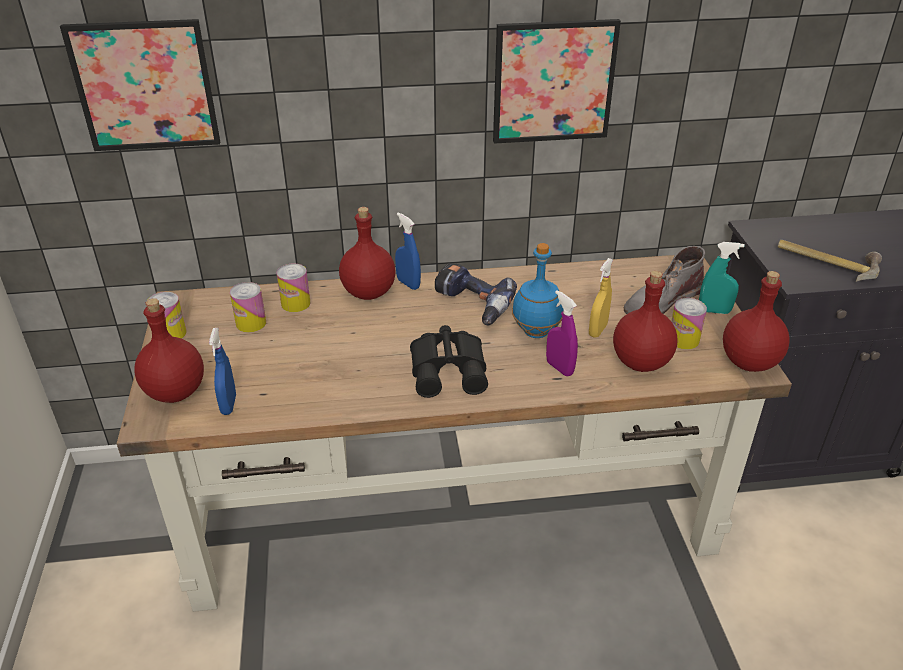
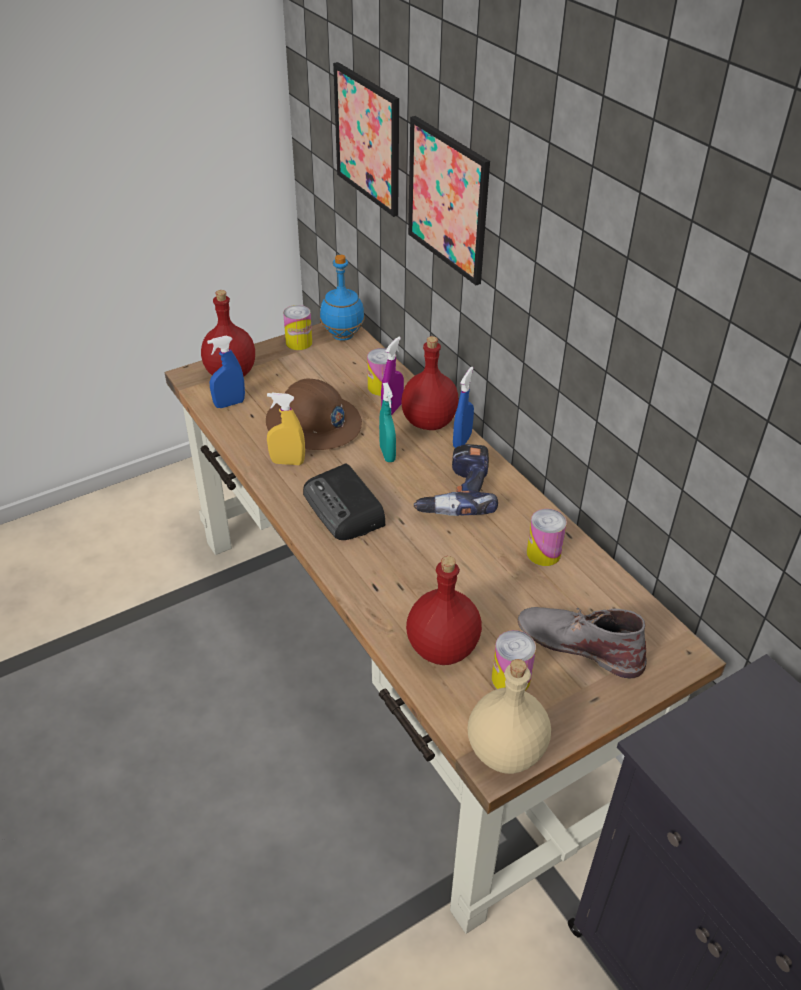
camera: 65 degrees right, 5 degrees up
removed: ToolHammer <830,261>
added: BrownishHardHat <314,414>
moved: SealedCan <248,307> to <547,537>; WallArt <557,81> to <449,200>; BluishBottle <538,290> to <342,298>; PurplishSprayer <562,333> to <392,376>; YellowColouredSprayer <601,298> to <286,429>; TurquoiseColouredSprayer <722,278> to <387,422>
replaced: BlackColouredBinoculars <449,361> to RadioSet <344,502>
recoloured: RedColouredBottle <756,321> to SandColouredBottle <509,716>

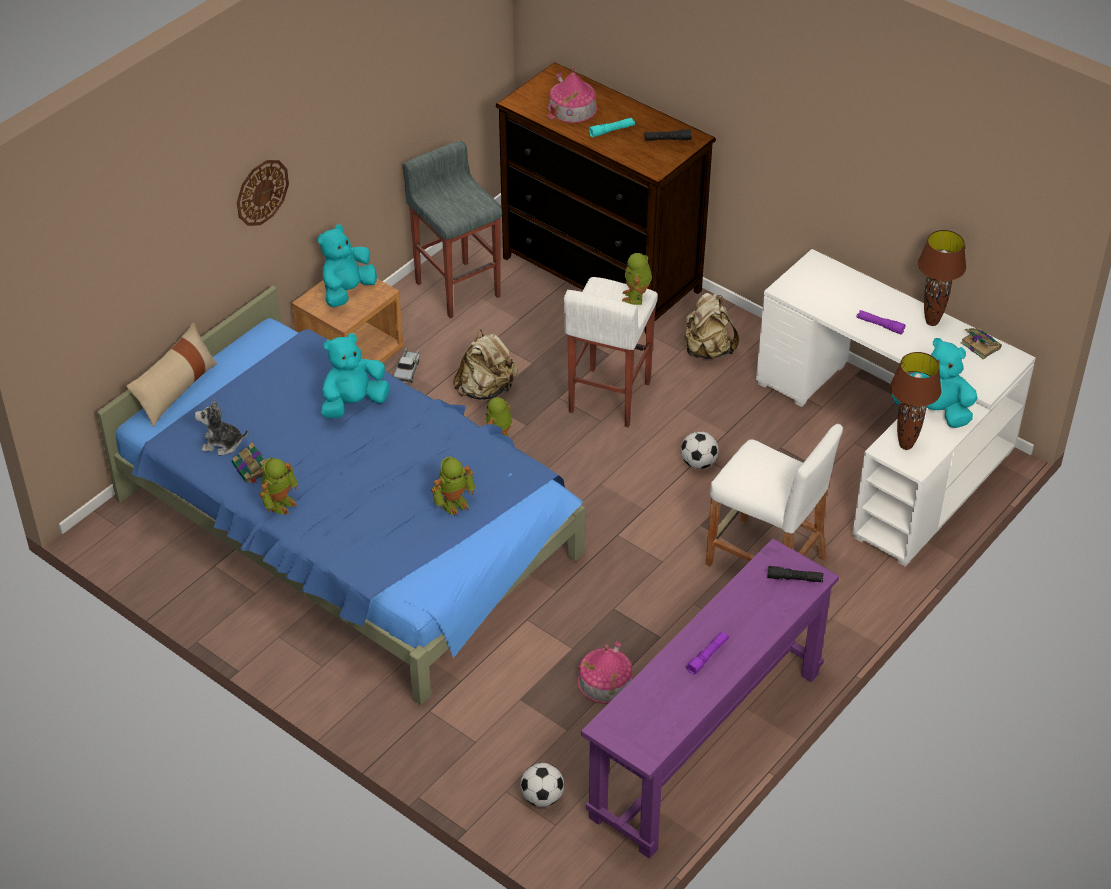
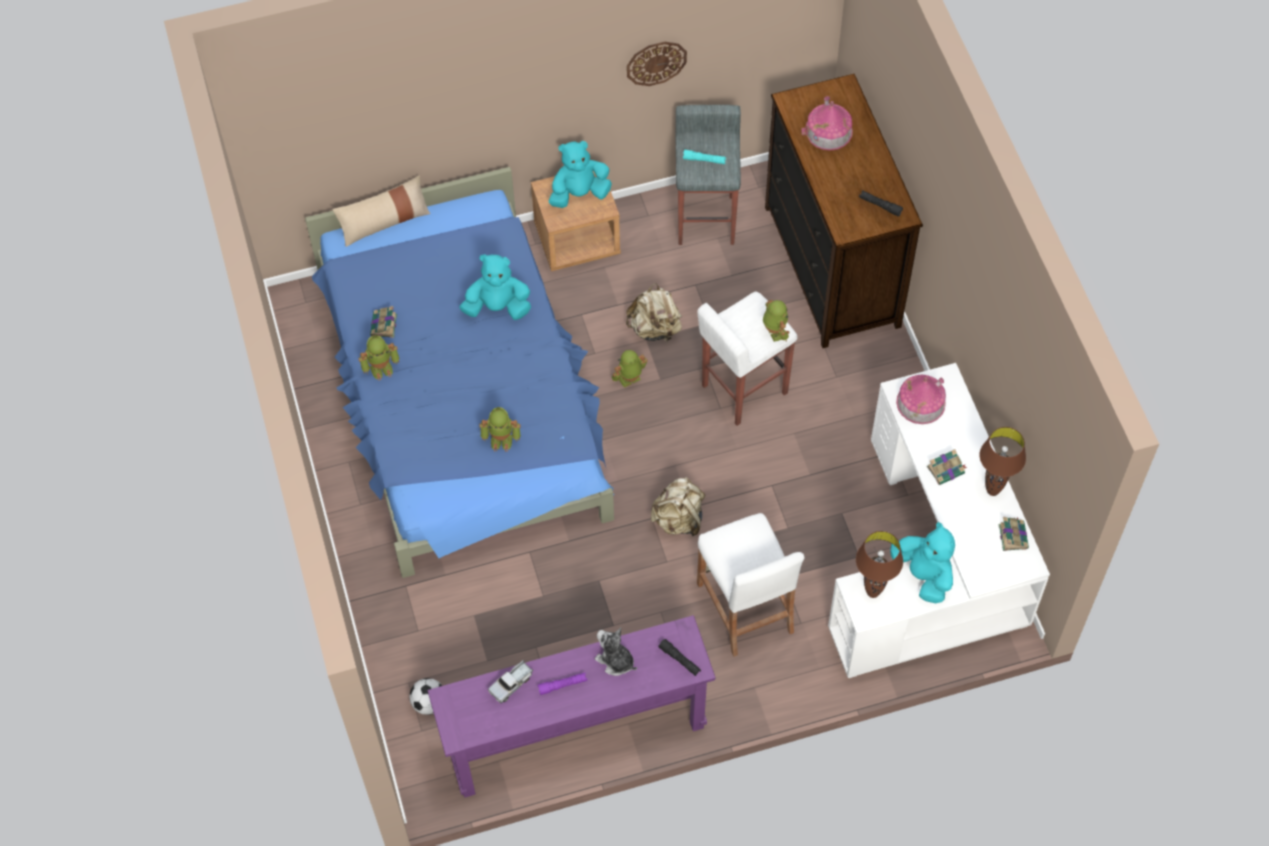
camera: 35 degrees right, 15 degrees up
removed: FootballBall <699,450>
moved: PlushToy <221,426> to <616,651>; WallClock <263,193> to <657,64>; ToyTruck <407,365> to <510,681>; MiniatureHouse <605,672> to <921,399>; TurquoiseColouredHandTorch <612,127> to <704,157>; SandColouredRucksack <711,326> to <678,506>
replaced: PurplishHandTorch <881,322> to Book <947,467>
turned: ToyRobot <637,279> = <776,321> 120 degrees clockwise

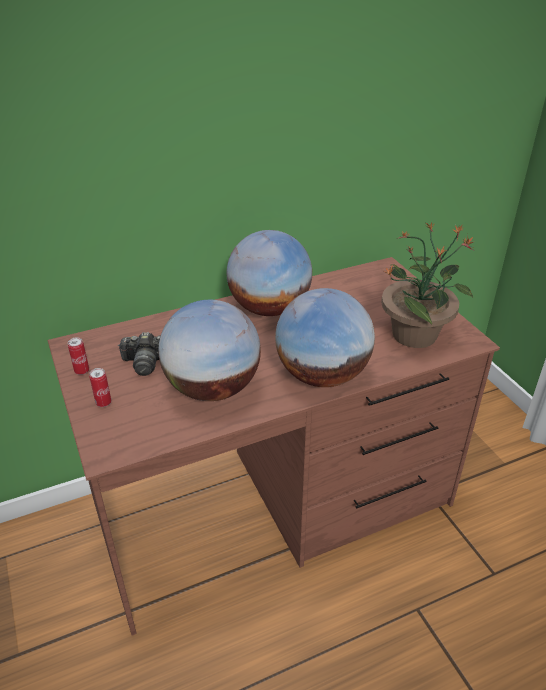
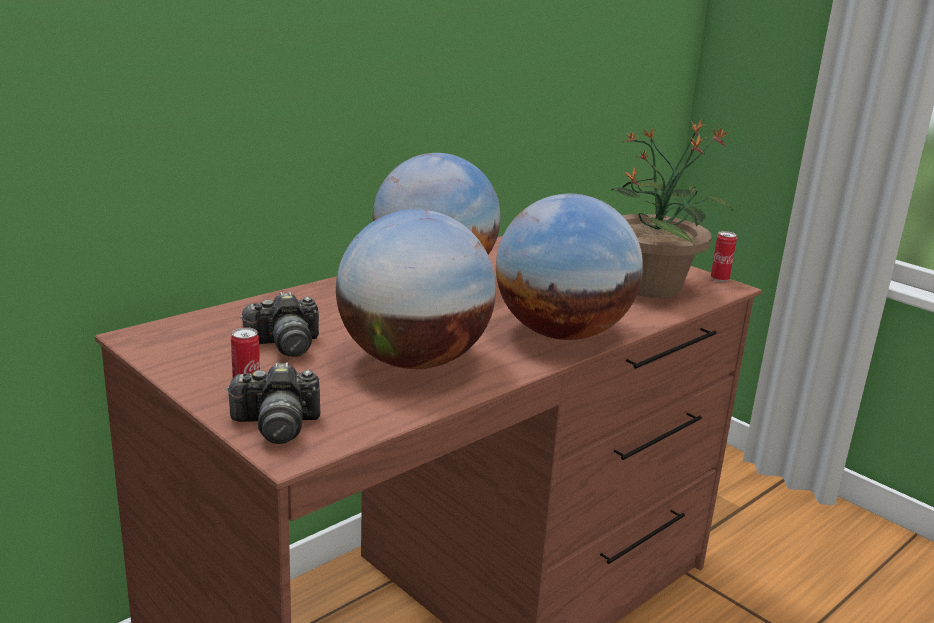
camera: 20 degrees left, 15 degrees down
added: StillCamera <273,403>
moved: SealedCan <78,356> to <724,256>

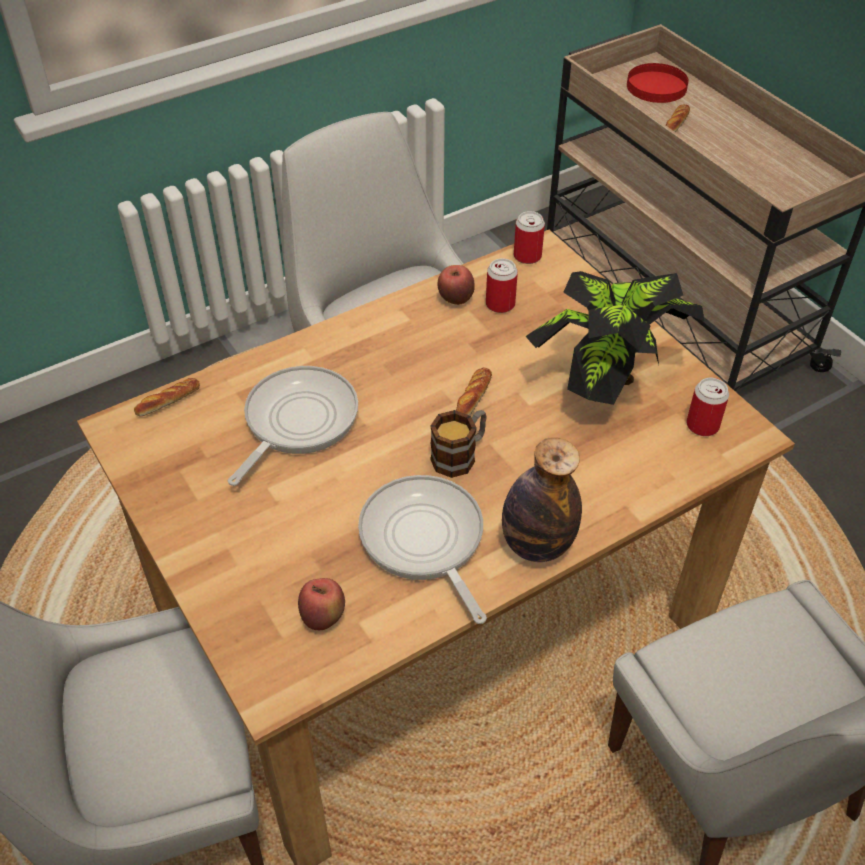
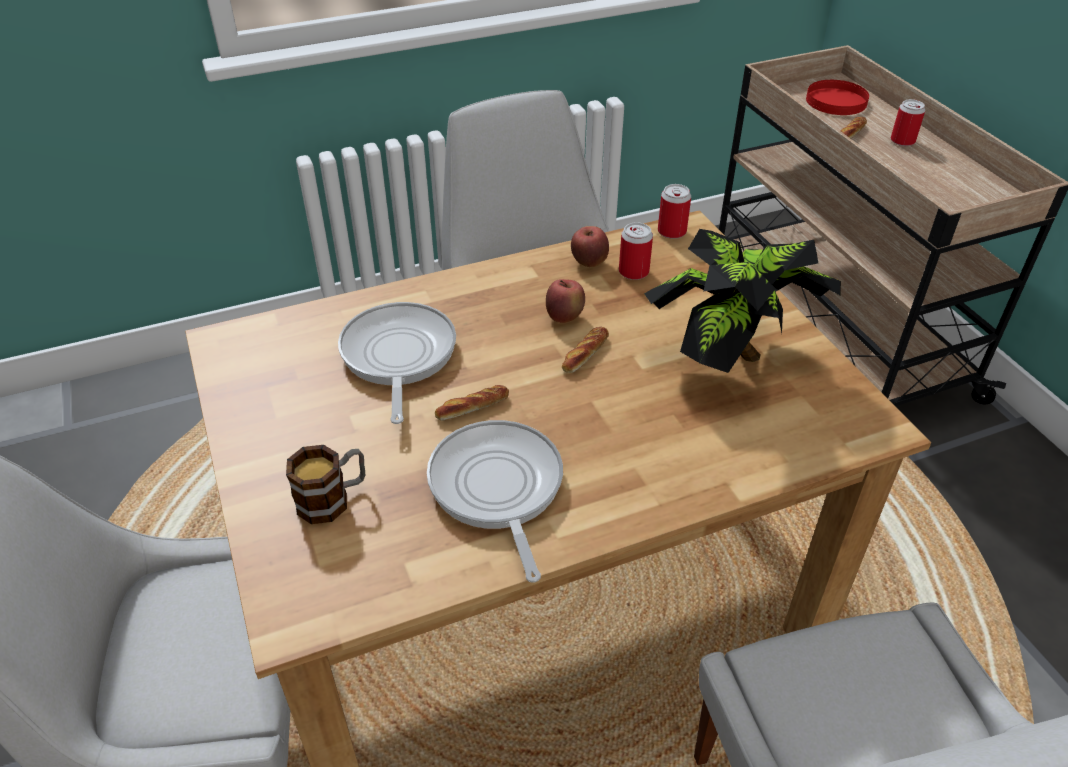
camera: 10 degrees right, 5 degrees down
removed: Bottle <542,499>
moved: BakeryBread <167,397> to <472,403>; AppleFruit <321,604> to <565,301>; TeaMug <458,444> to <325,484>; SealedCan <707,407> to <908,122>
turned: FryingPan <292,426> = <397,363> 45 degrees counterclockwise

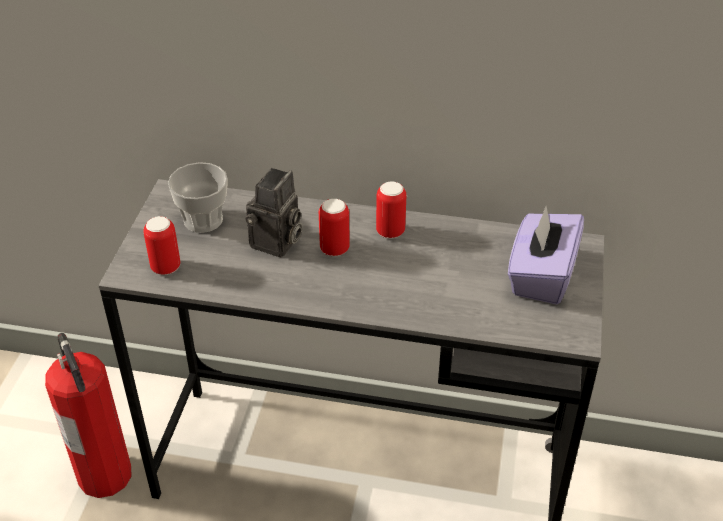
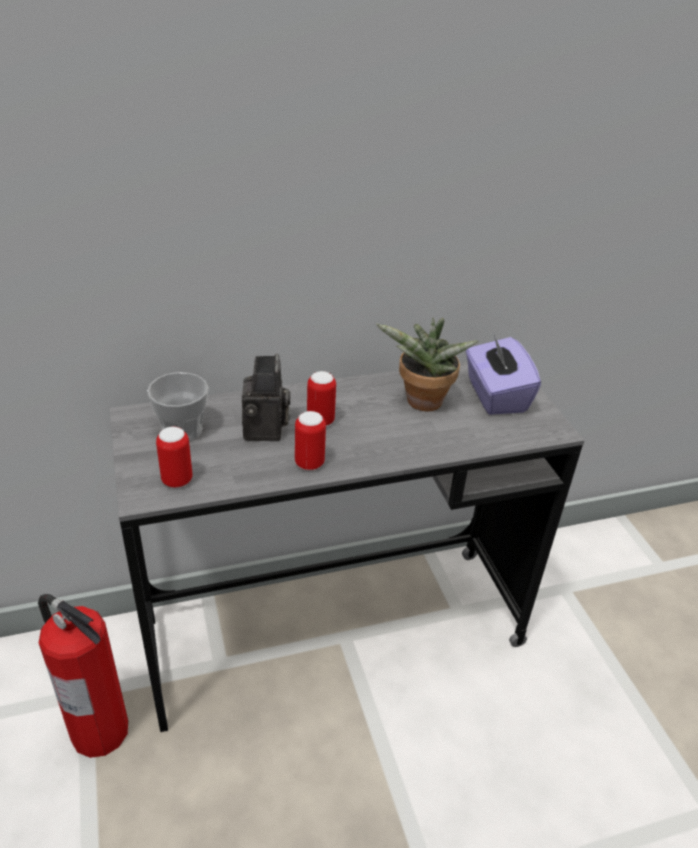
camera: 30 degrees left, 5 degrees down
added: Houseplant <427,364>
moved: SealedCan <391,210> to <310,441>

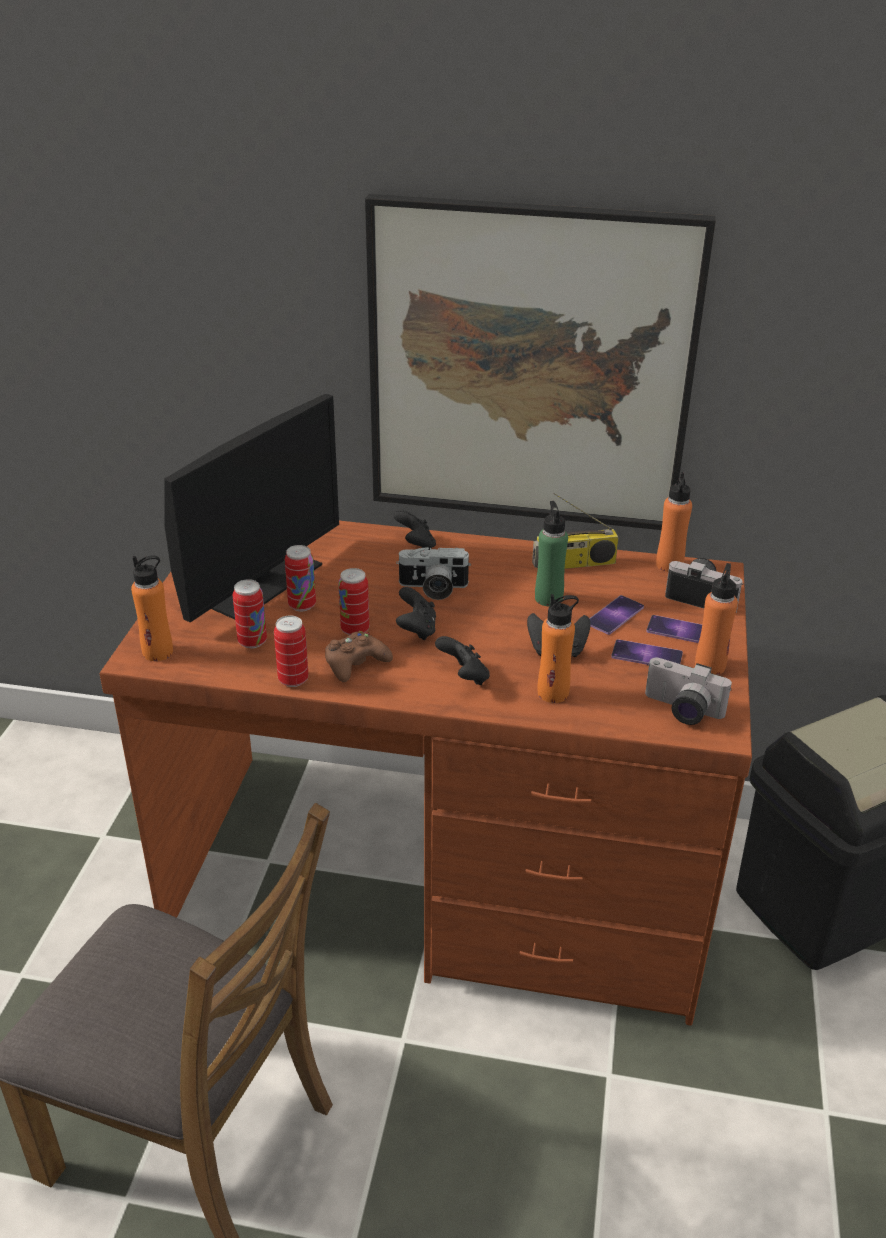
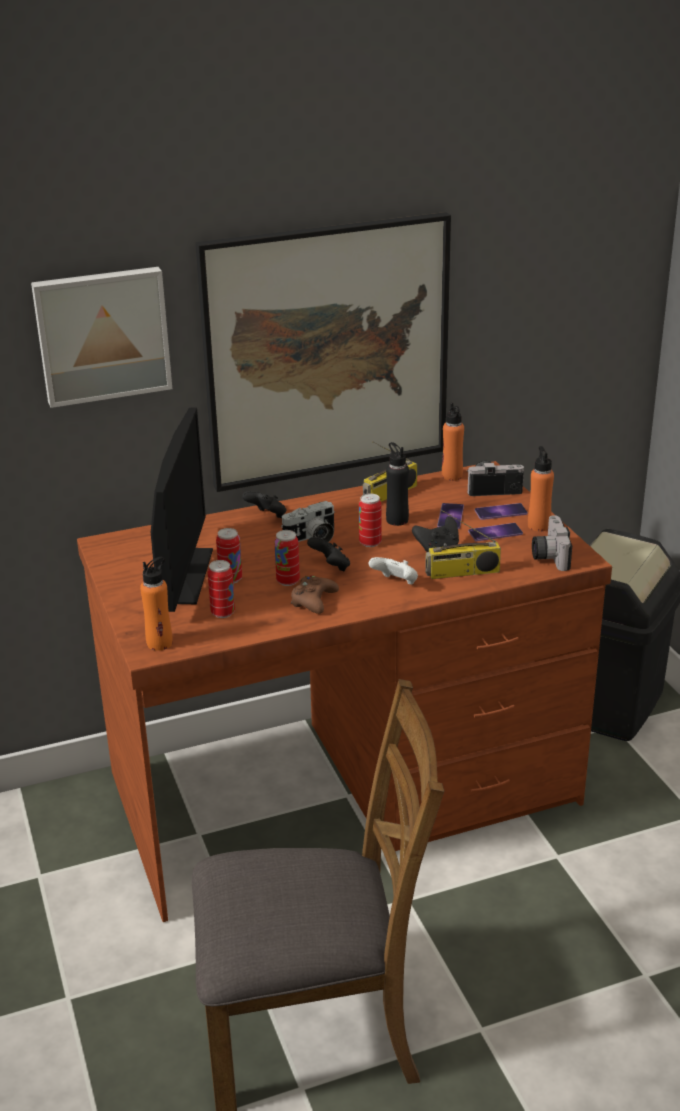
camera: 30 degrees left, 5 degrees down
added: WallArt <101,337>
moved: SealedCan <291,651> to <370,520>
replaced: OrangeColouredBottle <558,648> to RadioSet <463,544>
recoloured: BlackColouredJoypad <462,660> to WhitishJoypad <393,570>; GreenishBottle <551,554> to BlackColouredBottle <397,484>
turned: StillCamera <688,691> = <552,543> 90 degrees clockwise

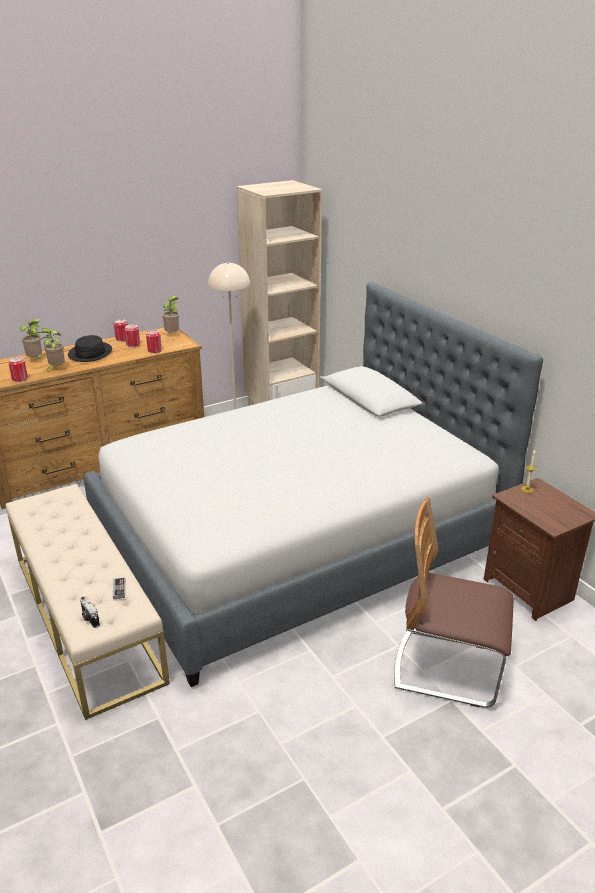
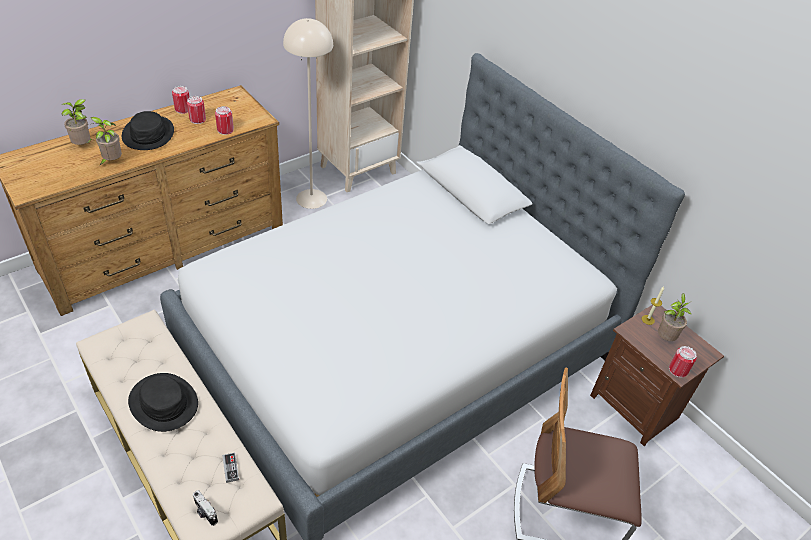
camera: 10 degrees left, 15 degrees up
added: BlackColouredWearableHat <163,402>
moved: SealedCan <18,369> to <683,362>; Houseplant <170,314> to <675,317>

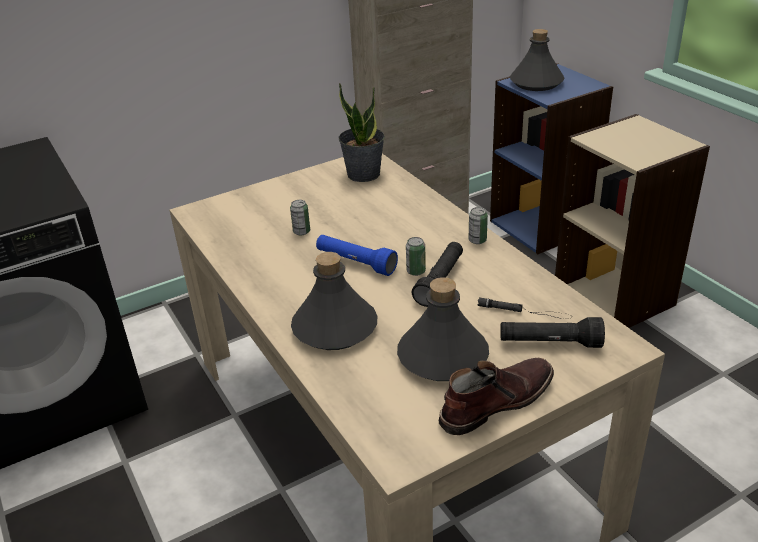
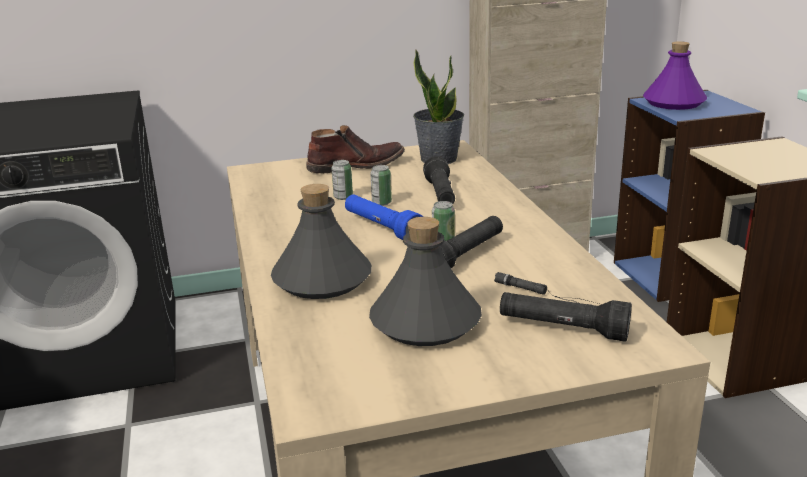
camera: 15 degrees right, 10 degrees down
added: BlackColouredHandTorch <439,180>
moved: BrownishHighTopBoot <496,396> to <355,149>; SealedCan <478,225> to <381,185>
recoloured: GreyishBottle <537,60> to PurplishBottle <675,75>

